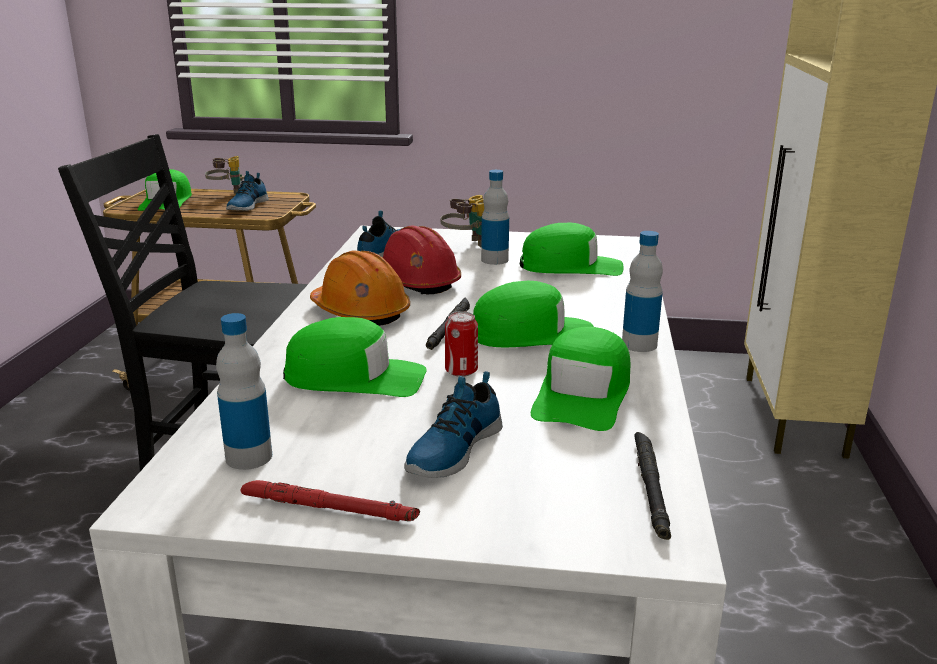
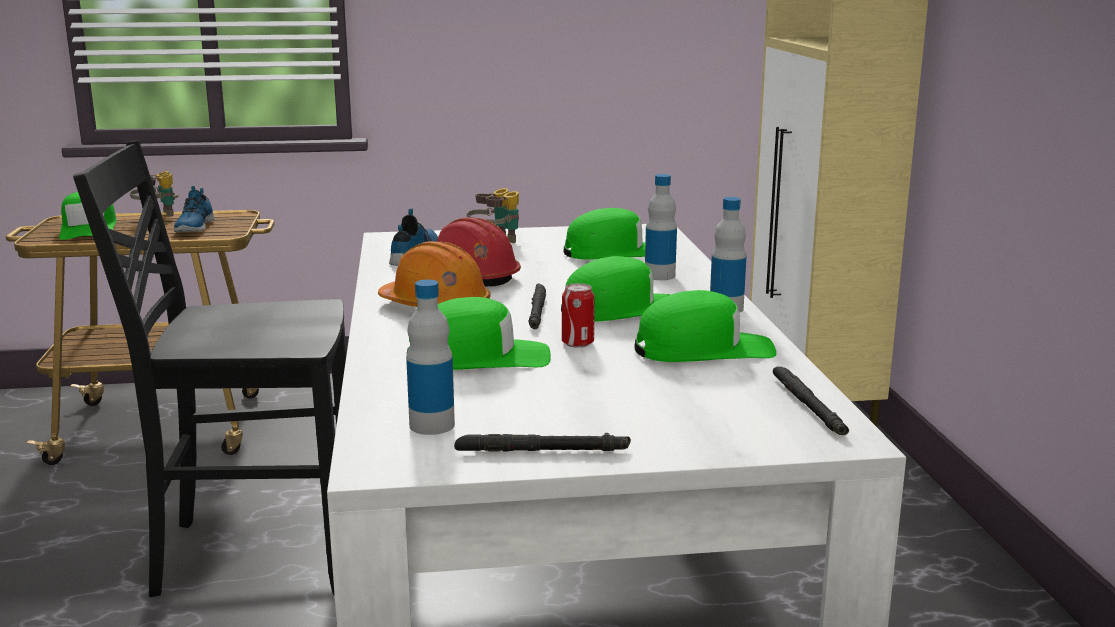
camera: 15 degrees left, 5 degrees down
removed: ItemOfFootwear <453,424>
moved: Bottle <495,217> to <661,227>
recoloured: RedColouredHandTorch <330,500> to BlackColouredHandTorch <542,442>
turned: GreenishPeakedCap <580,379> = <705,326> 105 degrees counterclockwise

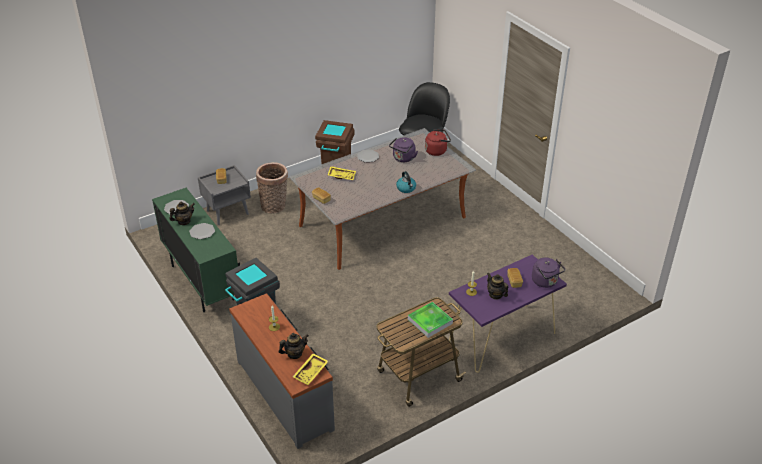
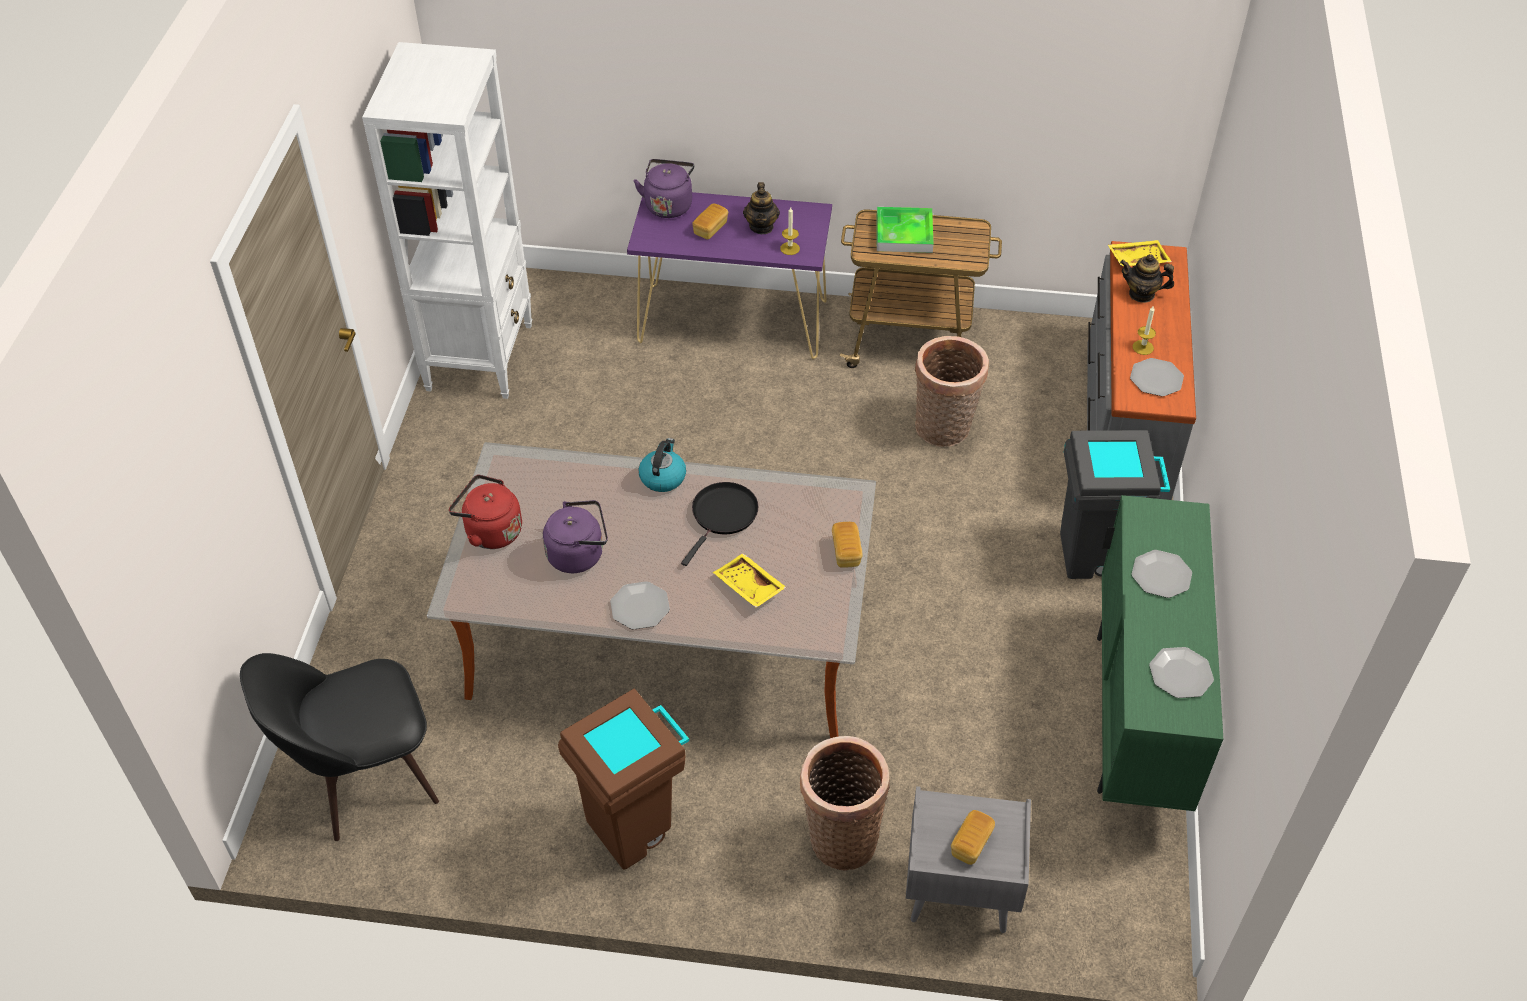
camera: 140 degrees left, 10 degrees up
removed: TeaPot <182,213>
added: WhitishBookshelf <447,220>; BlackColouredFryingPan <720,524>; HouseholdBasket <952,391>; DinnerPlate <1157,377>

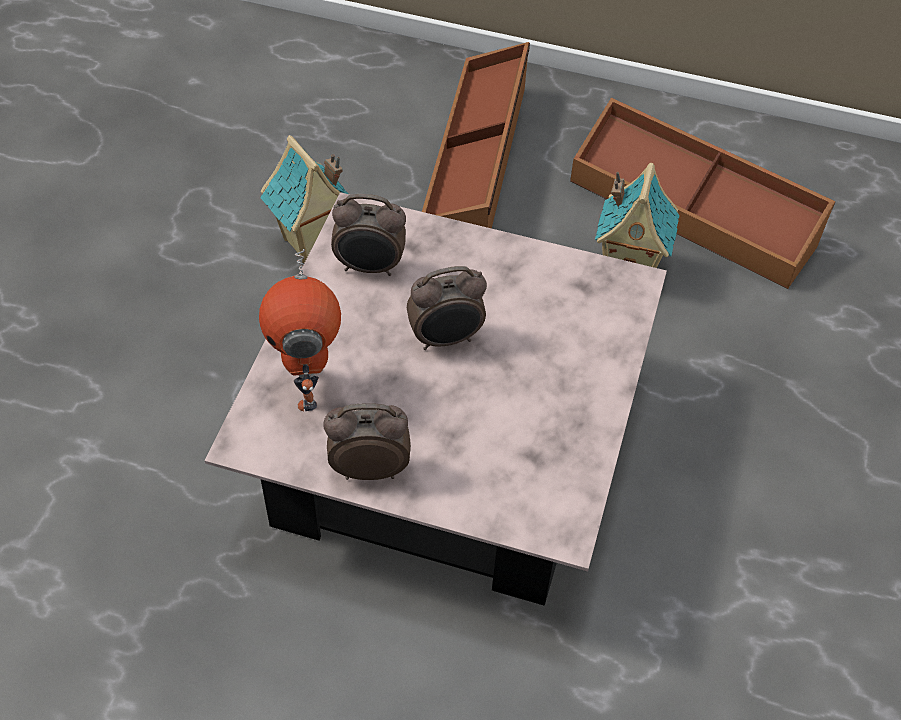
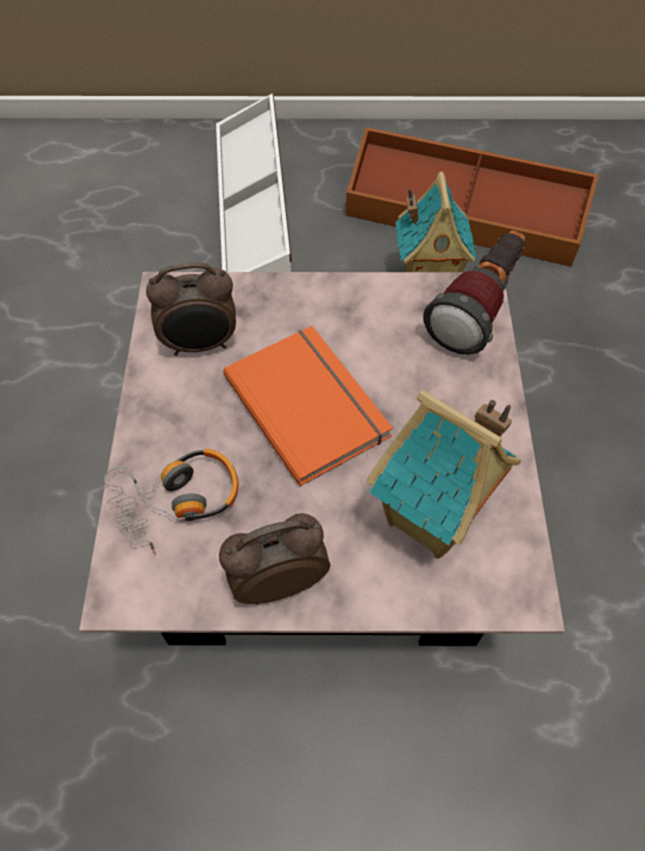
camera: 15 degrees left, 5 degrees up
added: HandTorch <474,292>
moved: MiniatureHouse <304,199> to <444,474>
replaced: ToyRobot <300,330> to PairOfHeadphones <171,502>; BedsideClock <447,308> to OrangeColouredBook <308,406>
recoloured: BrownishStorageBin <476,135> to WhitishStorageBin <254,182>

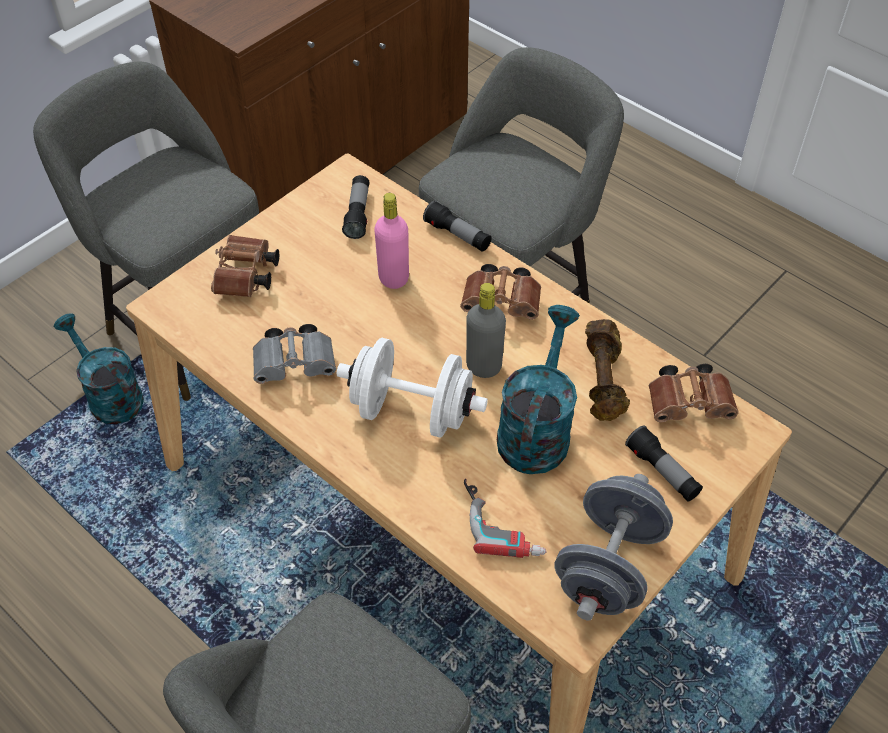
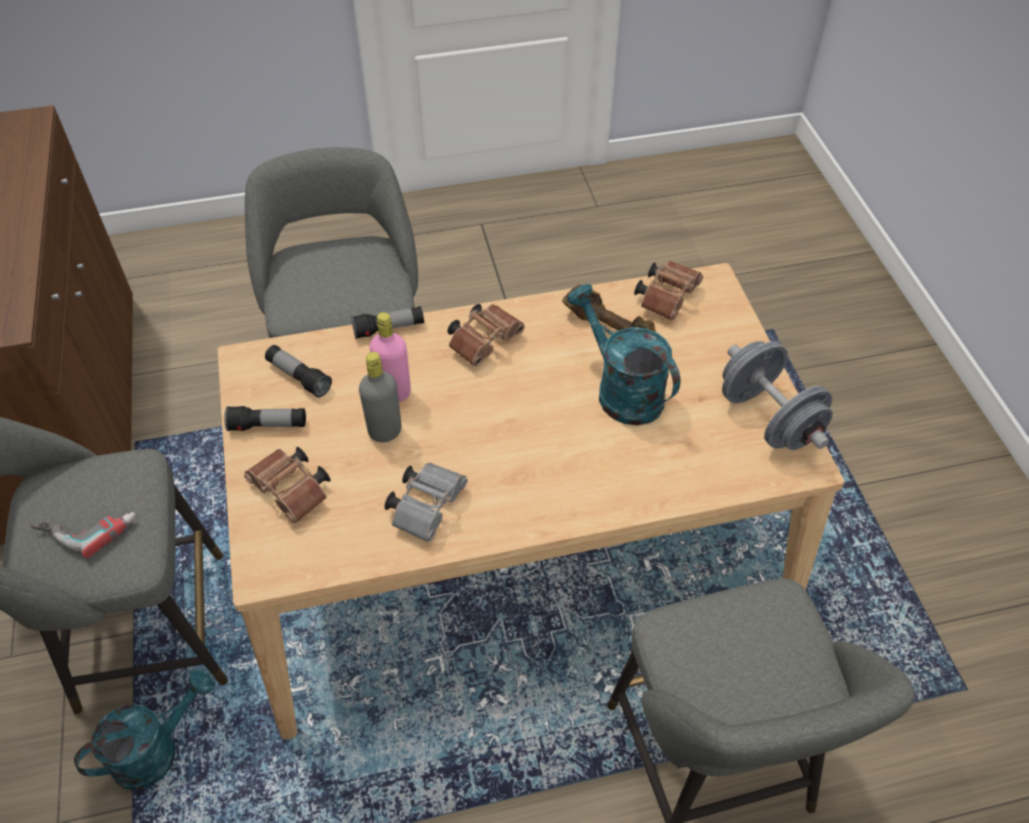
camera: 55 degrees left, 0 degrees up
removed: WhitishFreeWeight <412,387>
moved: PowerDrill <505,518> to <83,535>; GreyishBottle <486,330> to <380,397>; HandTorch <664,463> to <265,418>
turned: TurquoiseColouredWateringCan <99,368> = <144,730> 150 degrees clockwise

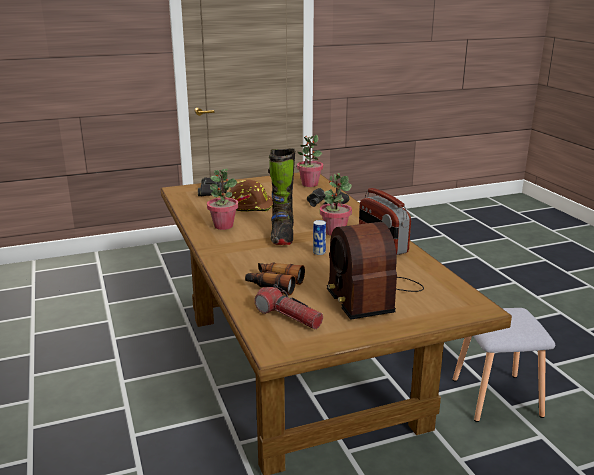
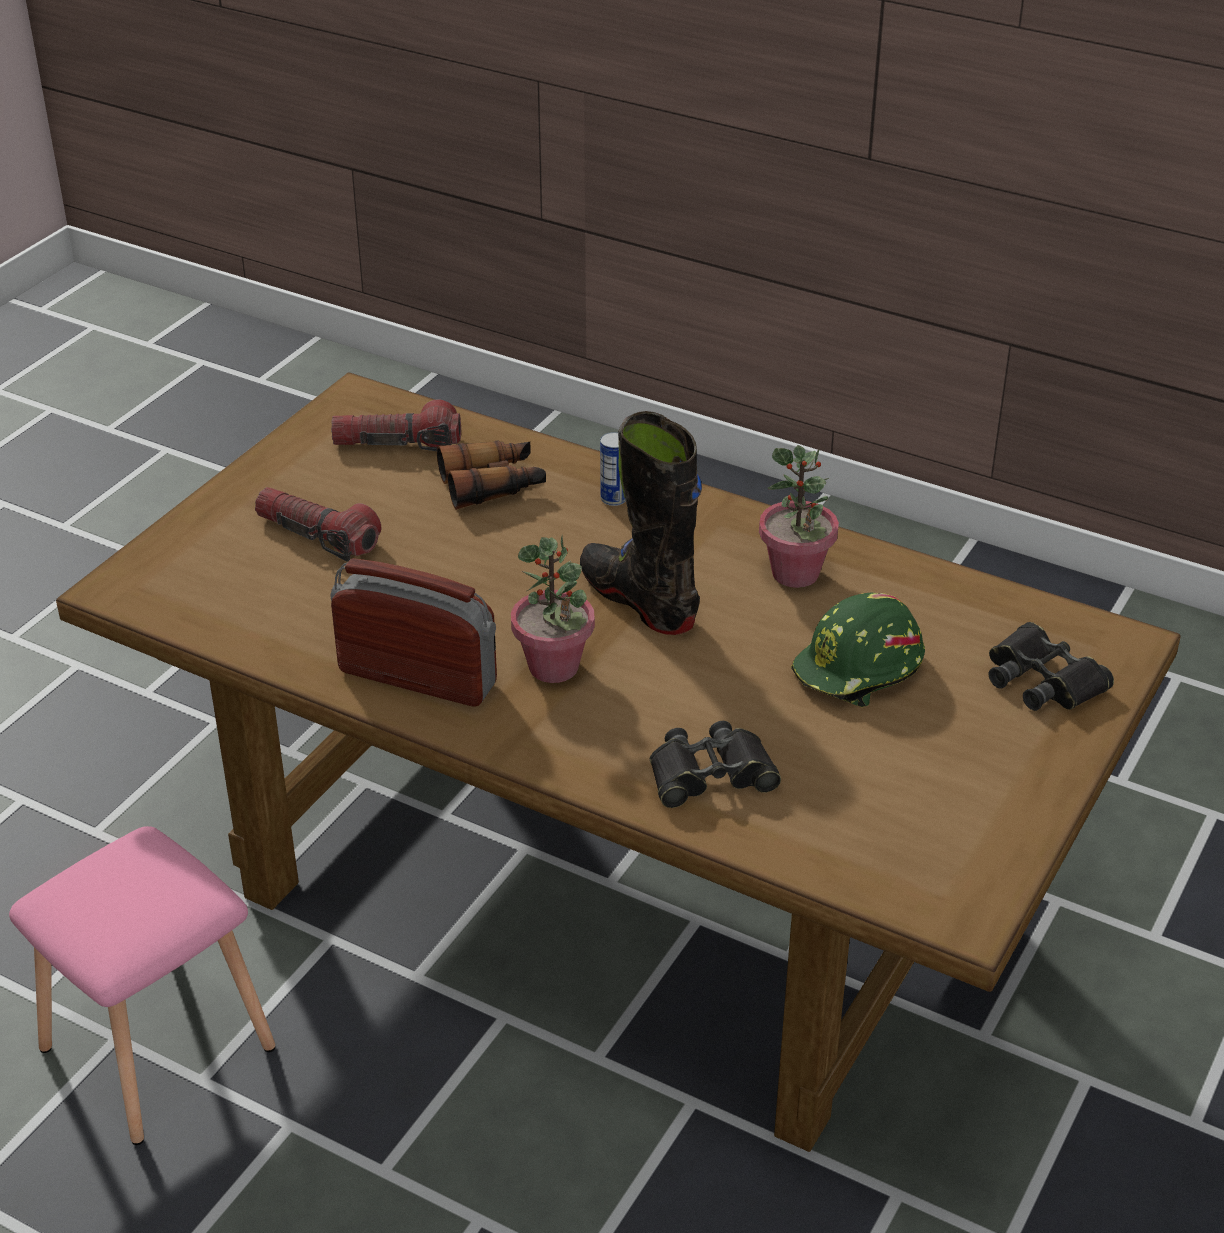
camera: 140 degrees right, 15 degrees up
removed: Houseplant <310,161>
moved: SealedCan <319,237> to <613,469>
replaced: RadioSet <375,271> to HandTorch <318,524>
recoloured: BrownishHardHat <250,196> to GreenishHardHat <858,650>; GreyishSittingStool <504,365> to PinkSittingStool <142,985>

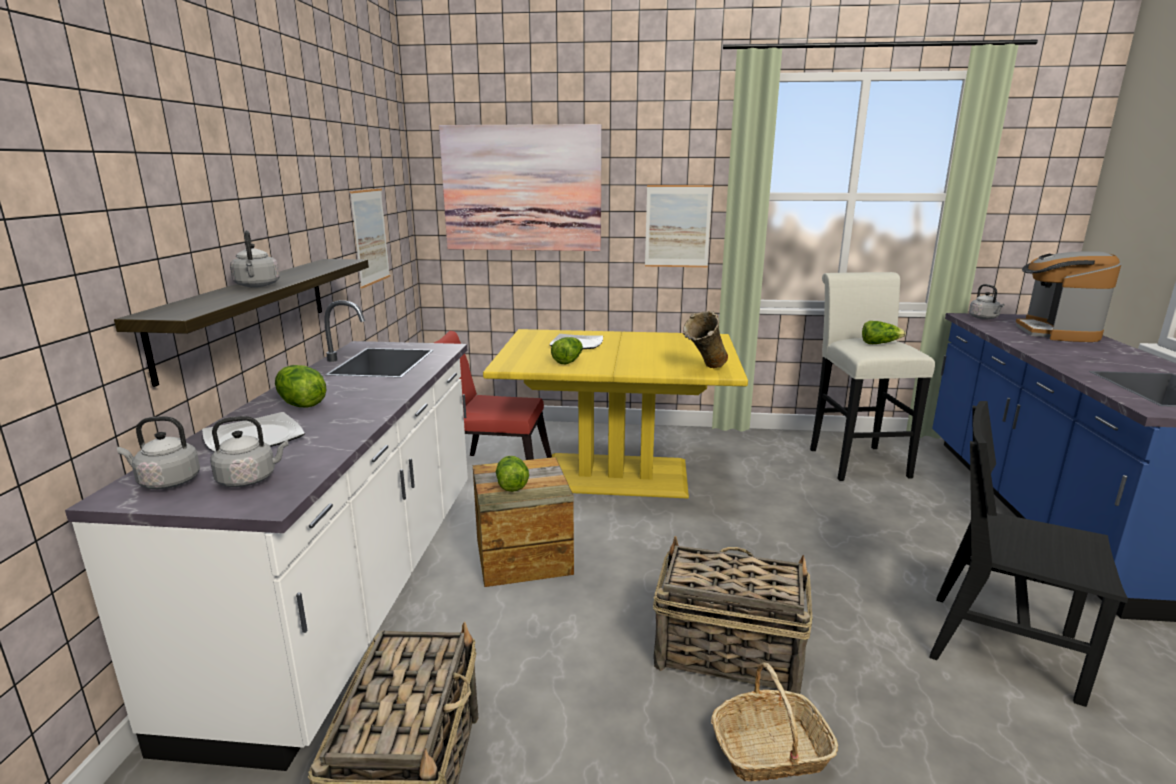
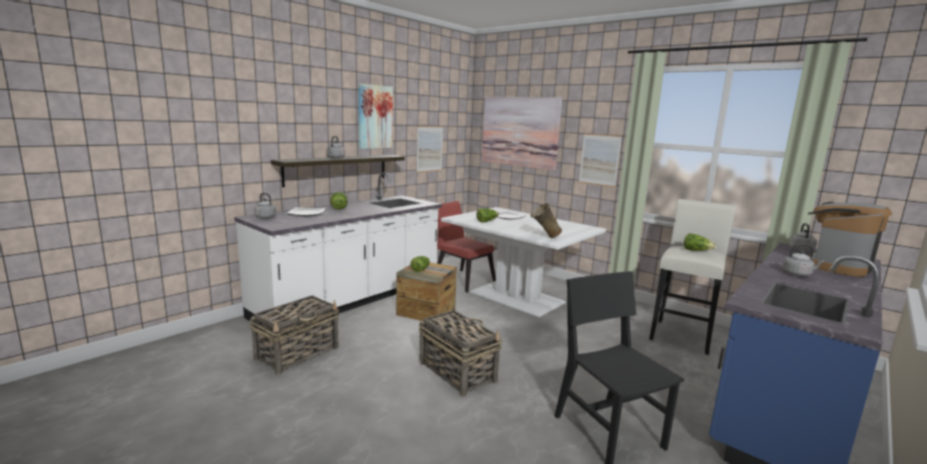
camera: 35 degrees right, 5 degrees down
removed: HouseholdBasket <774,721>
added: WallArt <375,116>
moved: GreyishTeaKettle <249,451> to <803,259>
recoloured: YellowColouredDiningTable <615,413> to WhitishDiningTable <523,262>

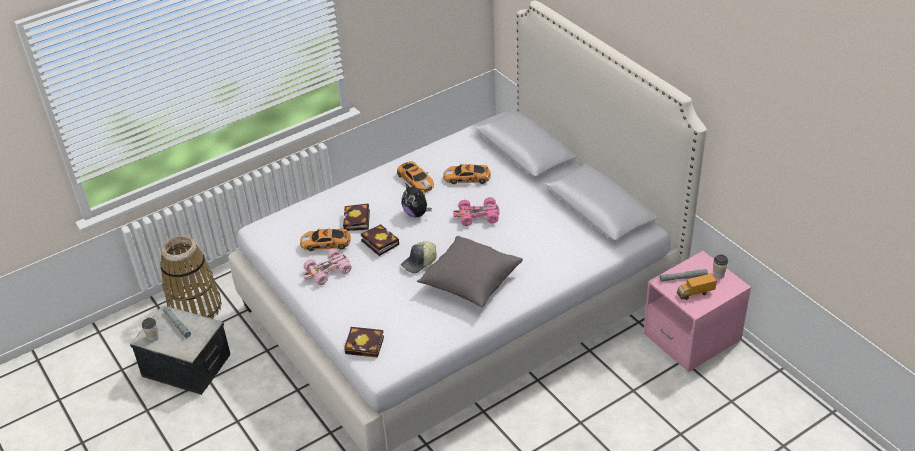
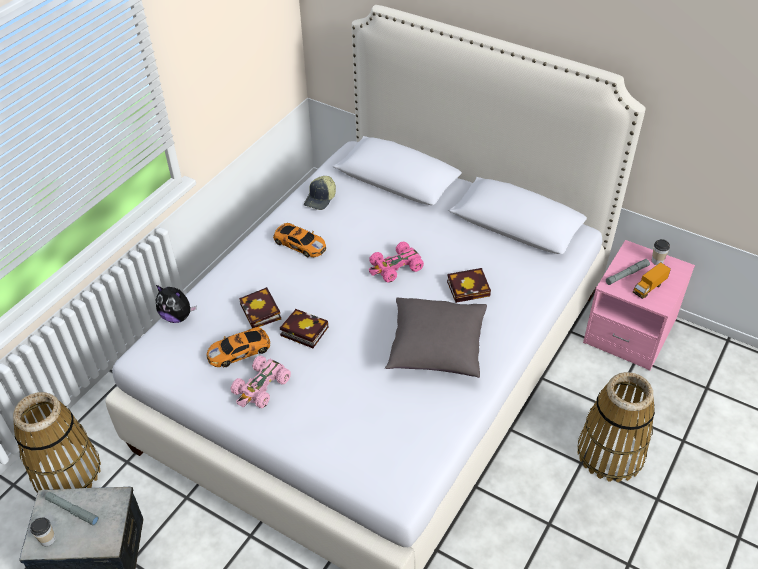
camera: 25 degrees left, 5 degrees up
removed: ToyCar <467,174>
added: HouseholdBasket <616,427>
moved: Book <364,342> to <469,285>; PlushToy <416,200> to <176,304>; PeakedCap <419,257> to <320,193>

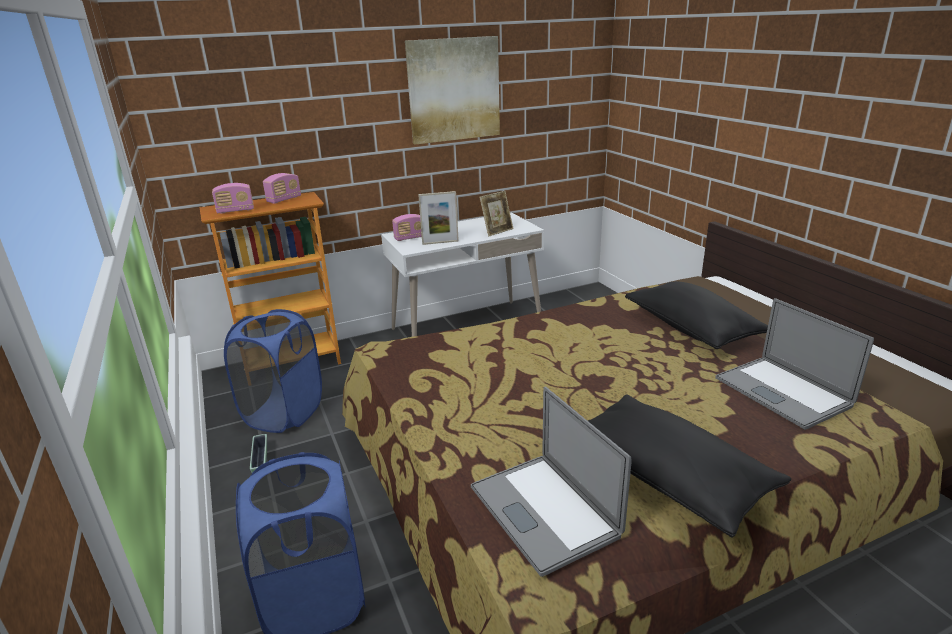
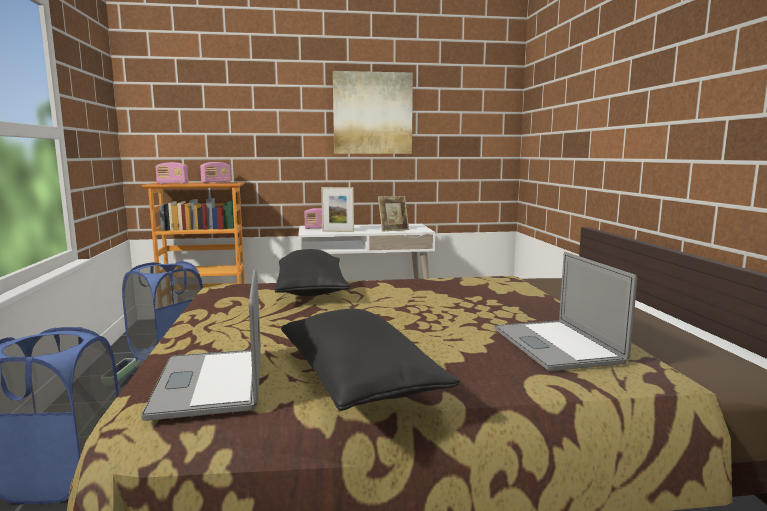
camera: 15 degrees right, 15 degrees down
moved: BlackColouredThrowPillow <696,315> to <312,272>

